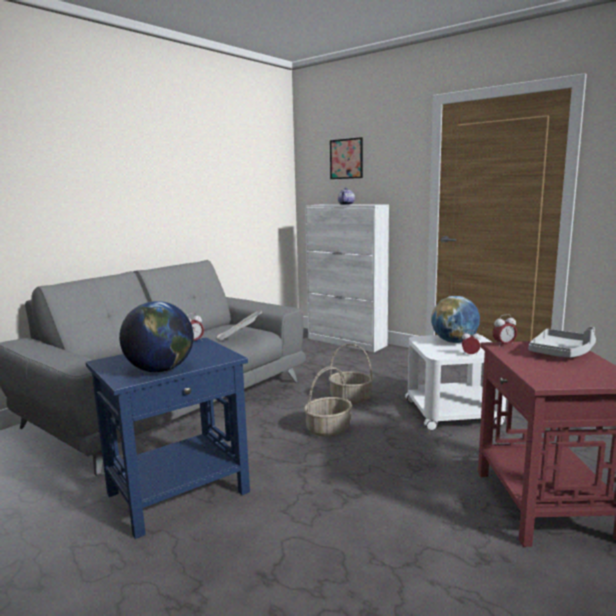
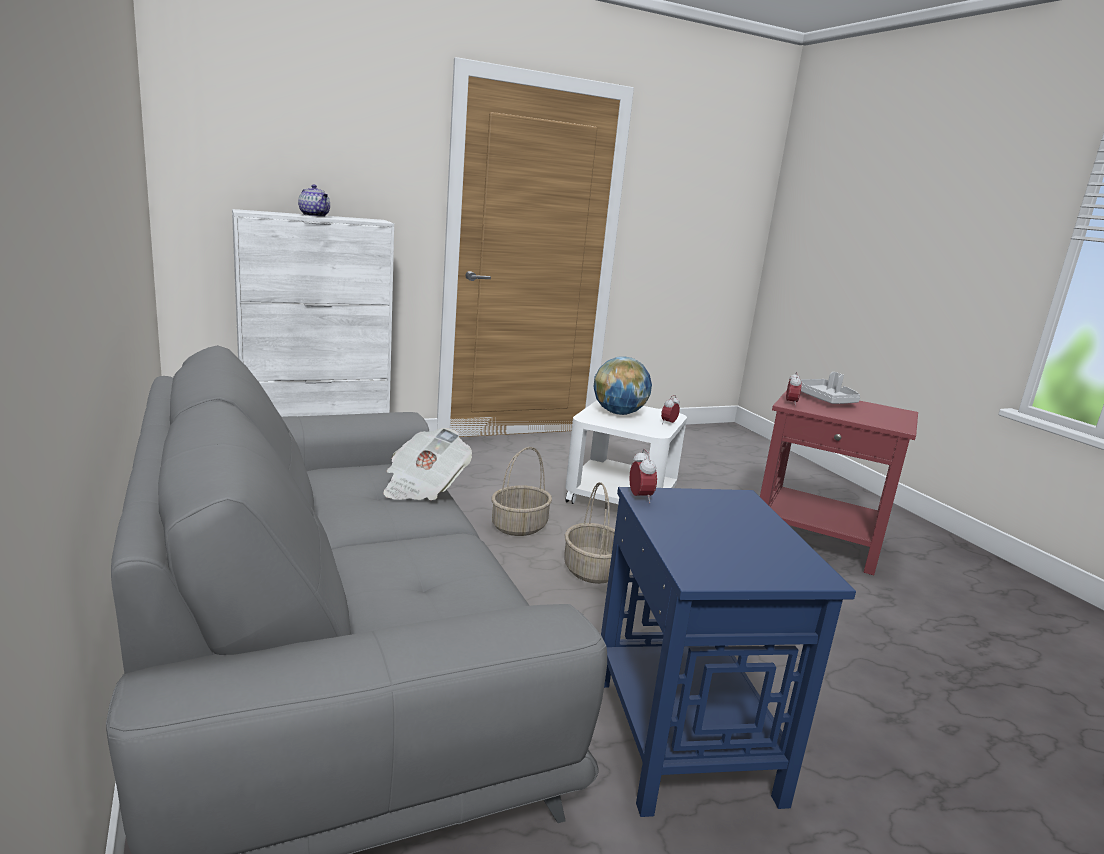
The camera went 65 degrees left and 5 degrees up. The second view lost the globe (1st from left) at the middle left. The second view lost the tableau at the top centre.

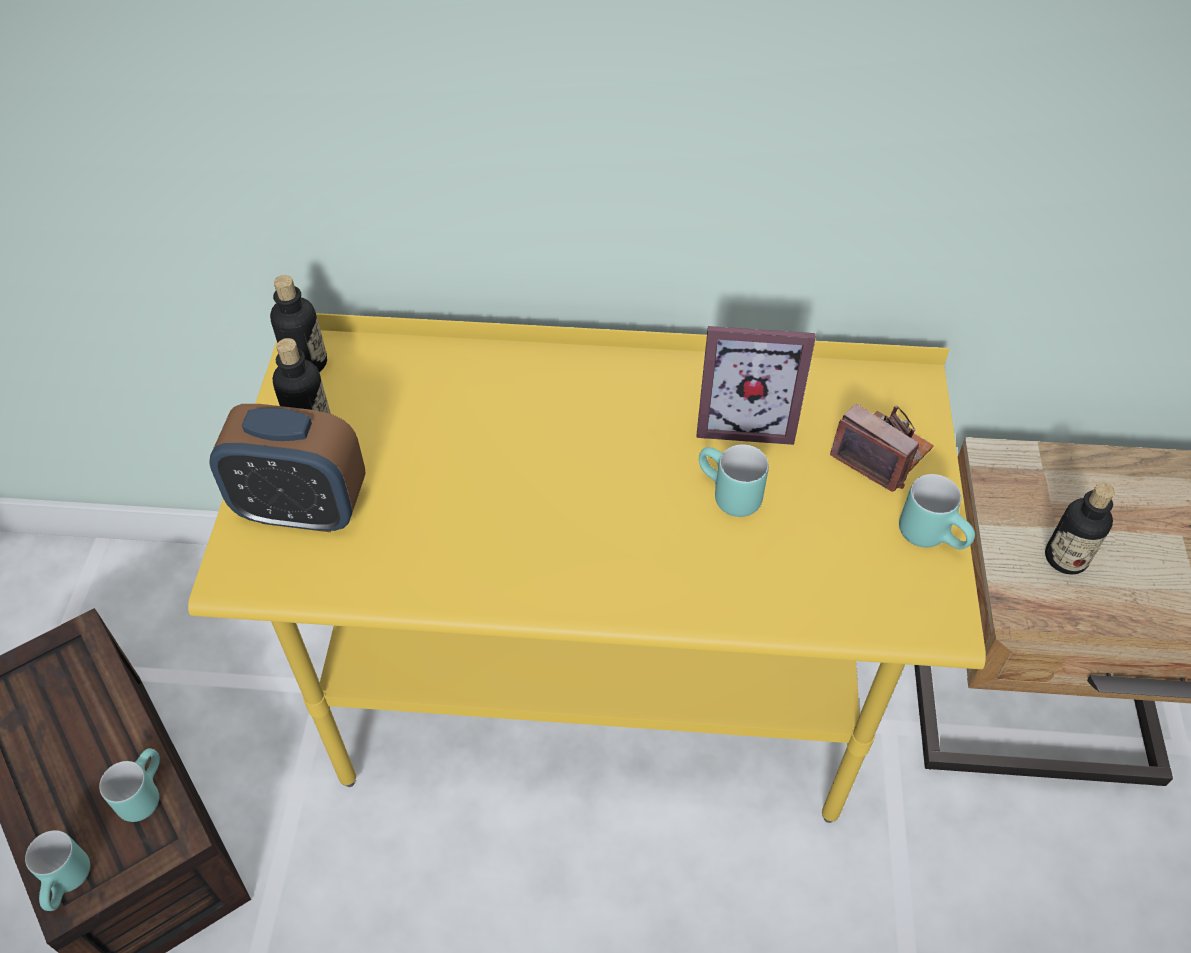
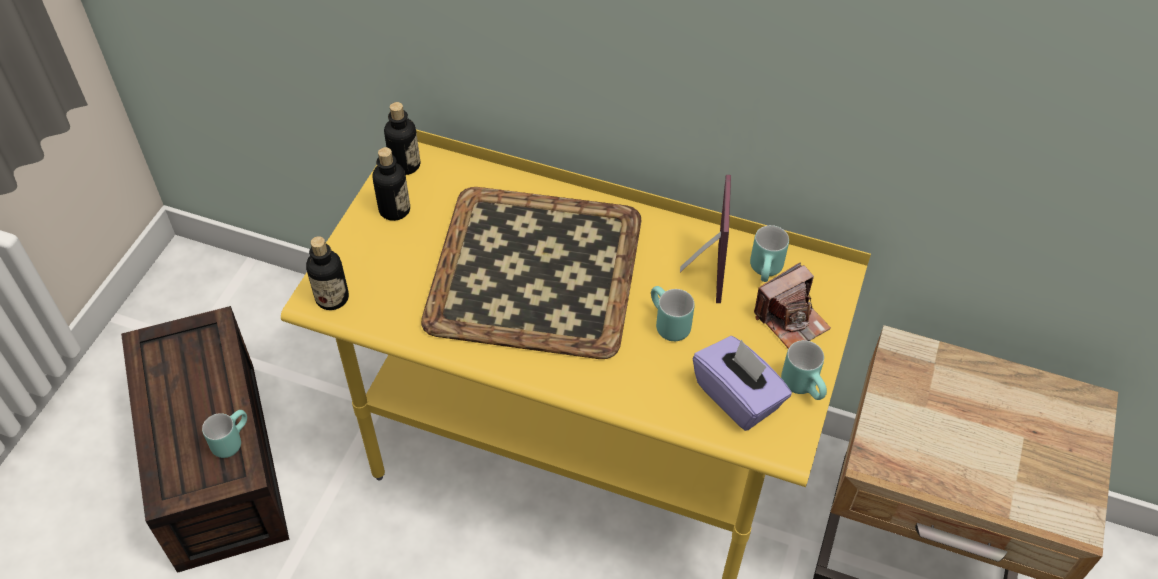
The camera went 15 degrees right and 0 degrees up. The second view lost the réveil at the middle left. The second view gained the plateau at the centre. The second view gained the boîte à mouchoirs/violet at the centre. The mug/turquoise (1st from left in the first image) ended up elsewhere, having gone from the bottom left to the centre. The bouteille (3rd from left in the first image) ended up elsewhere, having gone from the middle right to the middle left. The cadre photo at the centre ended up facing another way, 105 degrees counterclockwise from before. The appareil photo at the middle right ended up facing another way, 90 degrees clockwise from before.

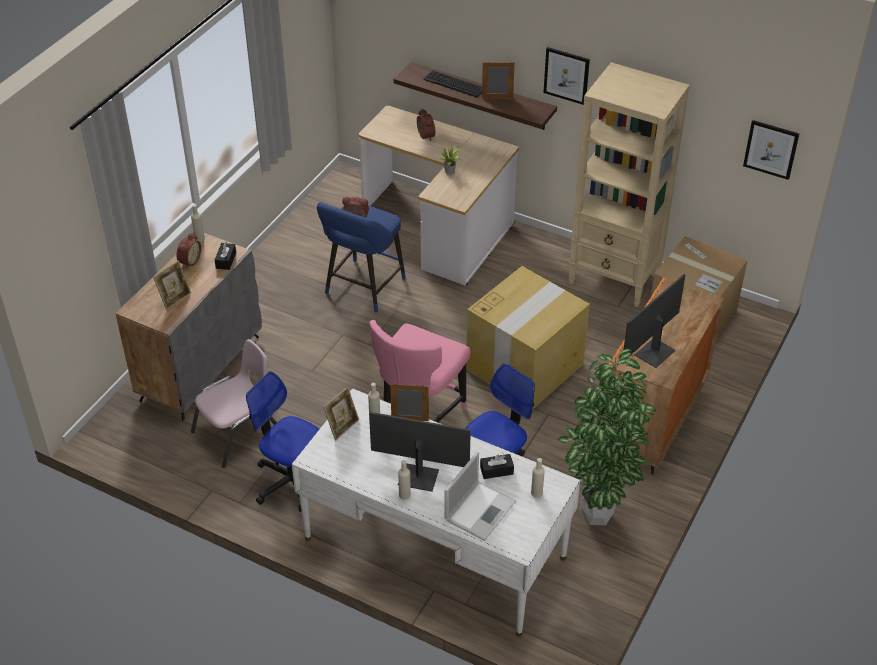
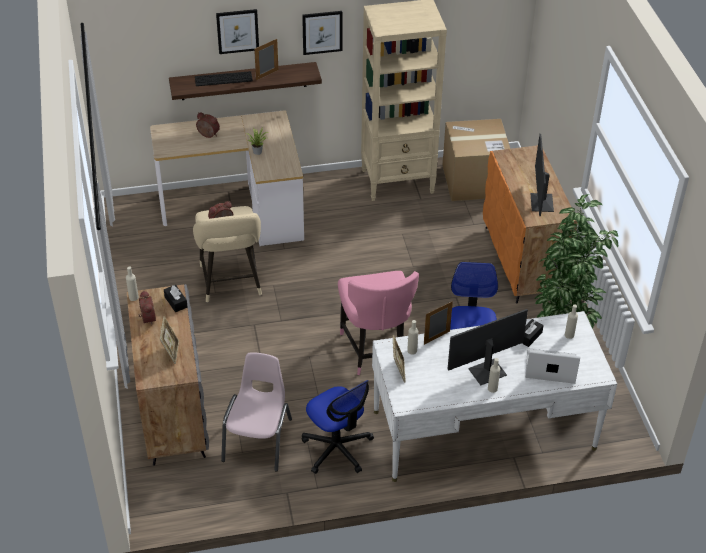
The camera went 40 degrees left and 0 degrees up. The second view lost the carton (1st from left) at the centre. The tableau (2nd from left in the first image) ended up elsewhere, having gone from the top right to the top centre. What was the tabouret/bleu at the centre turned into the tabouret/beige at the middle left. The chaise de bureau (1st from left) at the middle left ended up facing another way, 120 degrees counterclockwise from before. The ordinateur portable at the bottom centre ended up facing another way, 75 degrees counterclockwise from before.

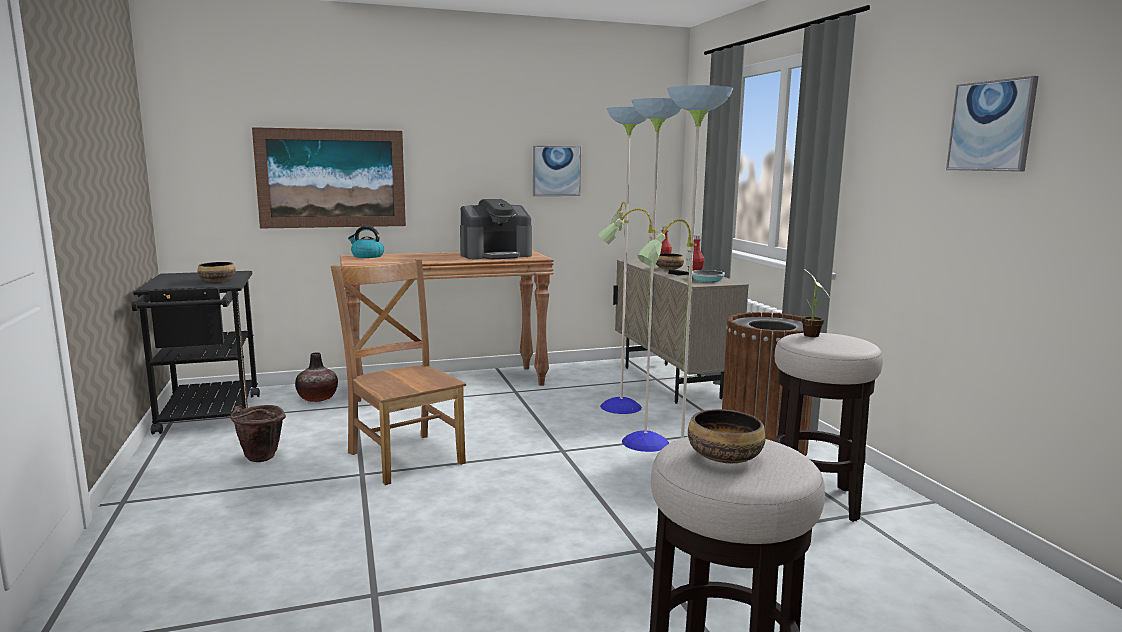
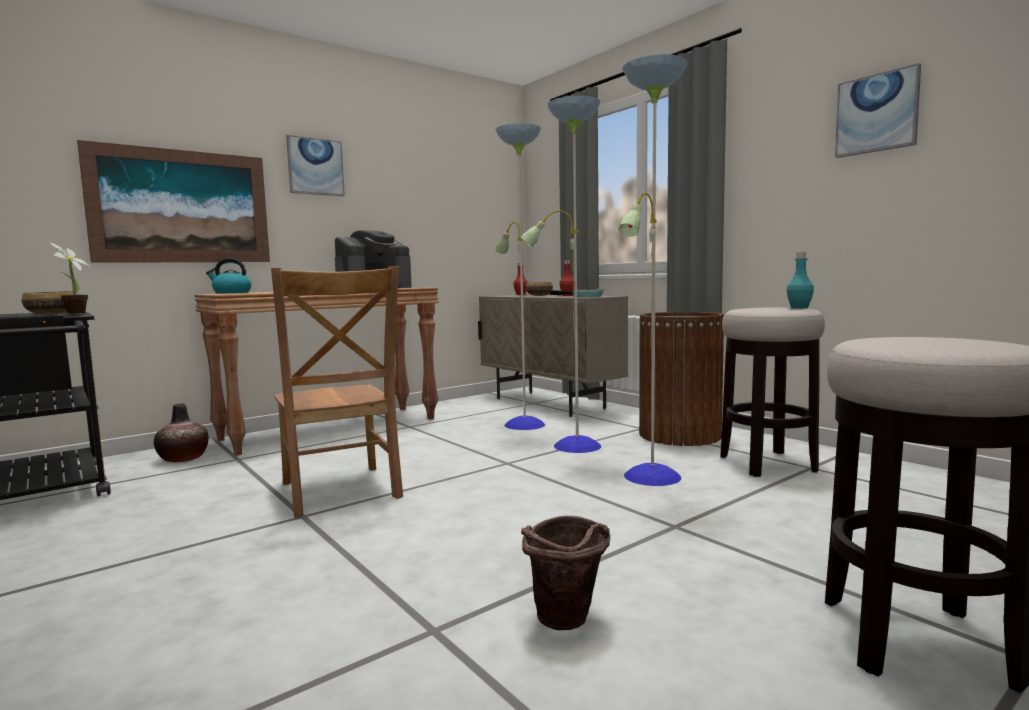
The camera went 20 degrees left and 5 degrees down. The second view lost the bol (3rd from left) at the bottom centre. The second view gained the bouteille/turquoise at the middle right. The seau/marron ended up elsewhere, having gone from the bottom left to the bottom centre. The tableau (2nd from left) ended up elsewhere, having gone from the top centre to the top left. The plante en pot ended up elsewhere, having gone from the middle right to the middle left. The chaise/marron at the centre ended up facing another way, 150 degrees counterclockwise from before.

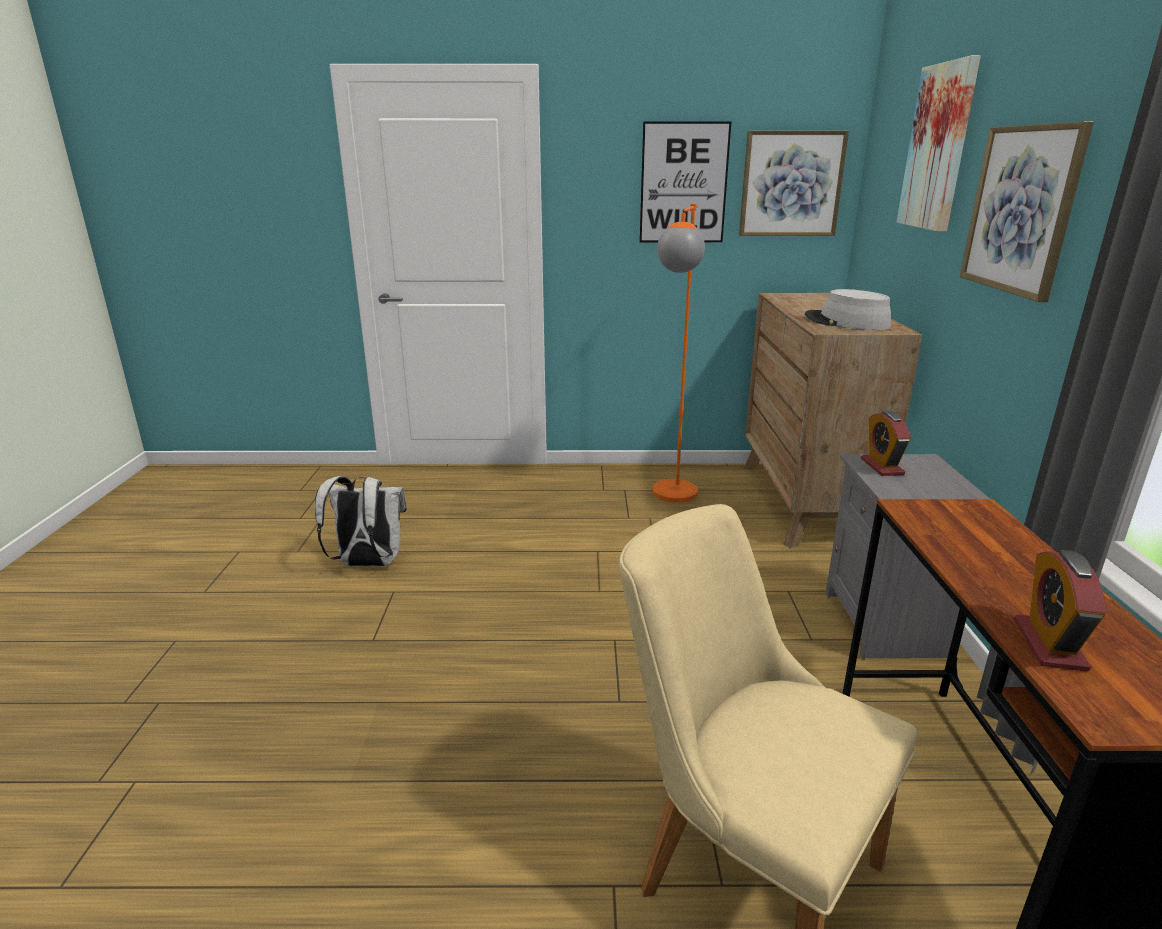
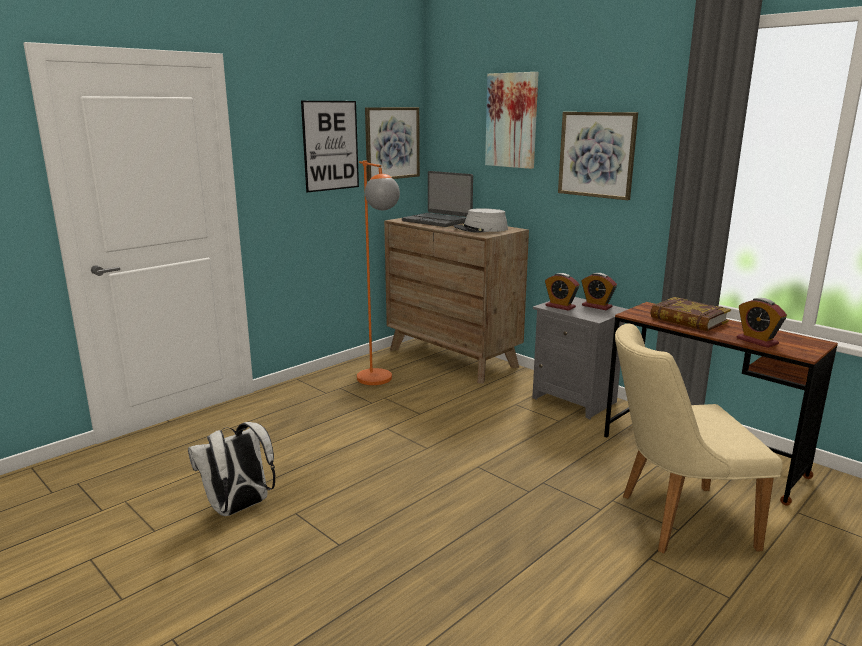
The camera went 45 degrees left and 5 degrees down. The second view gained the ordinateur portable at the top centre. The second view gained the réveil (2nd from left) at the middle right. The second view gained the livre at the middle right.

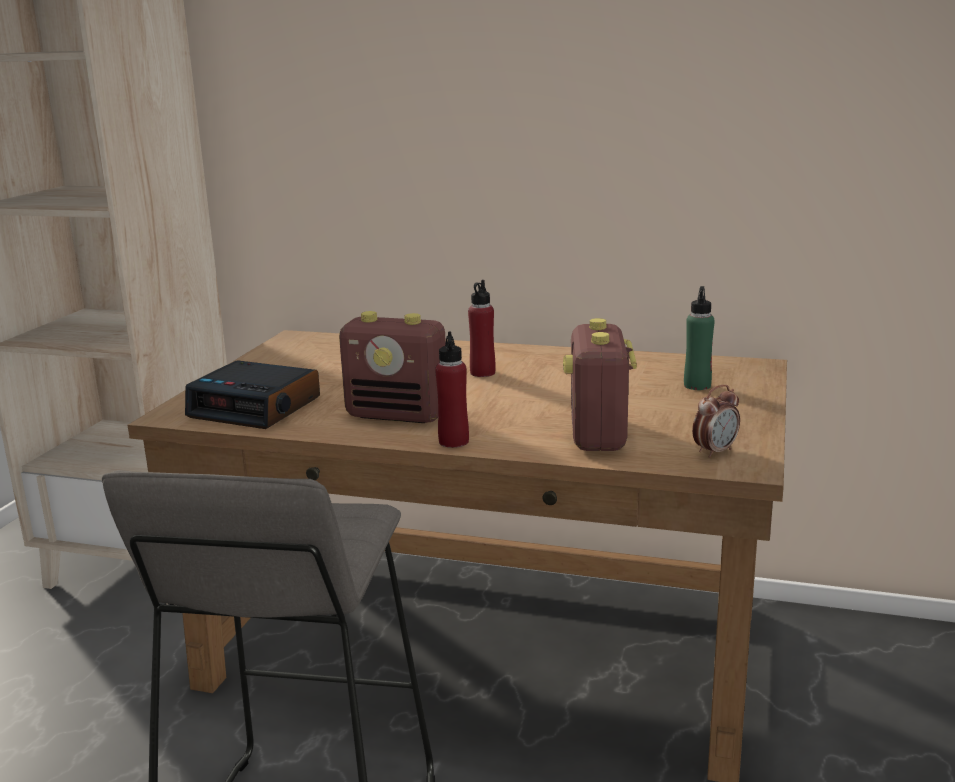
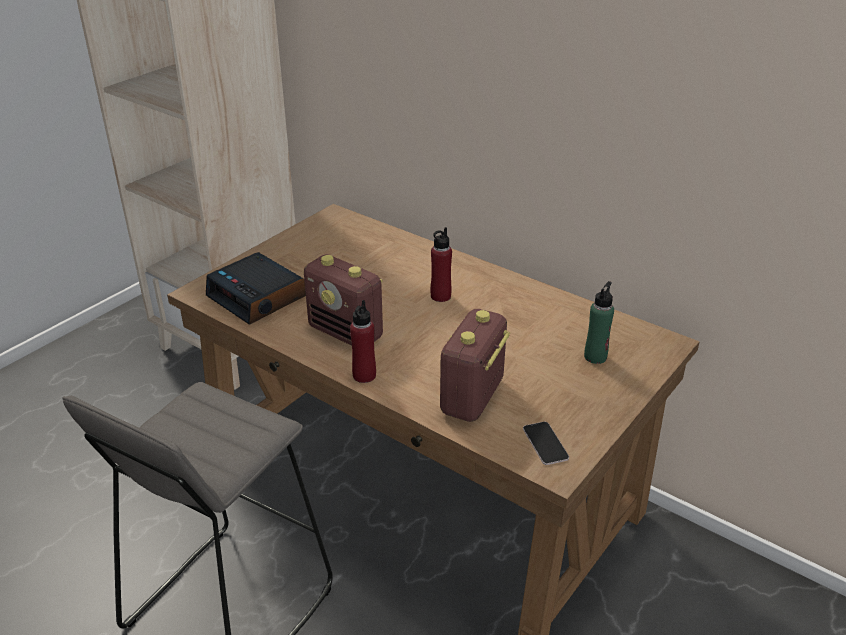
The camera went 20 degrees right and 15 degrees up. Where the réveil (2nd from left) stood at the middle right, the téléphone came to stand at the bottom centre.

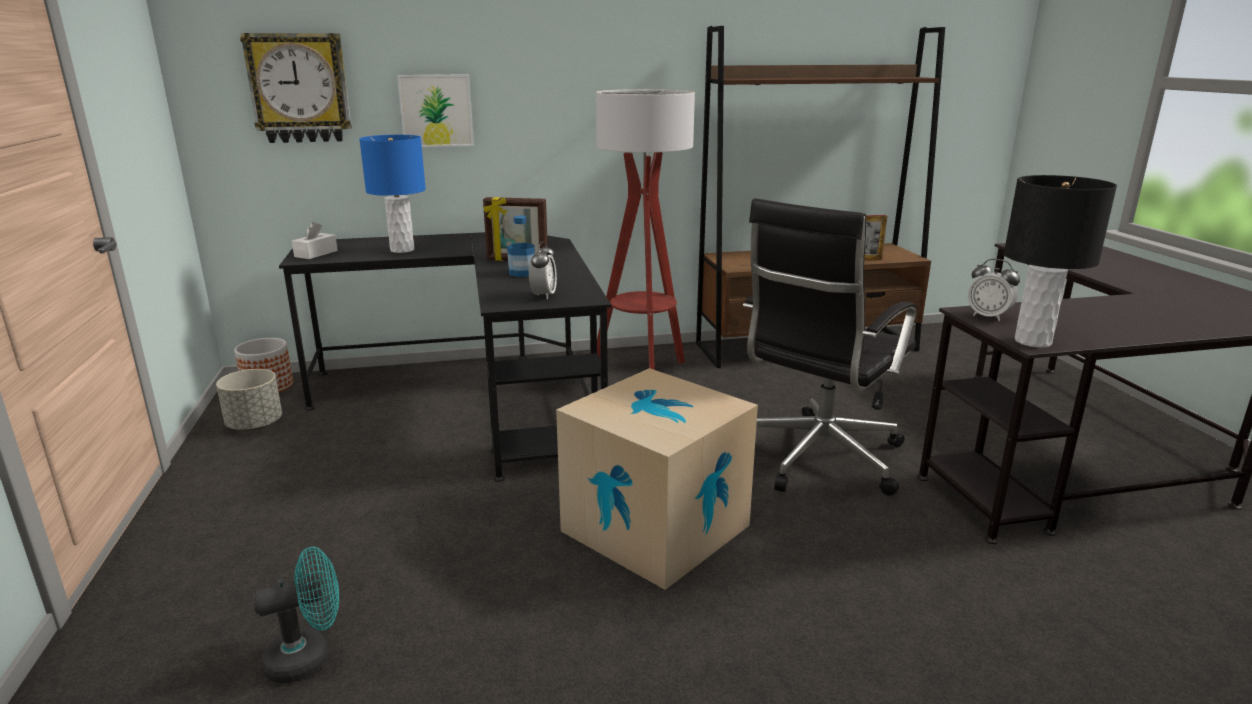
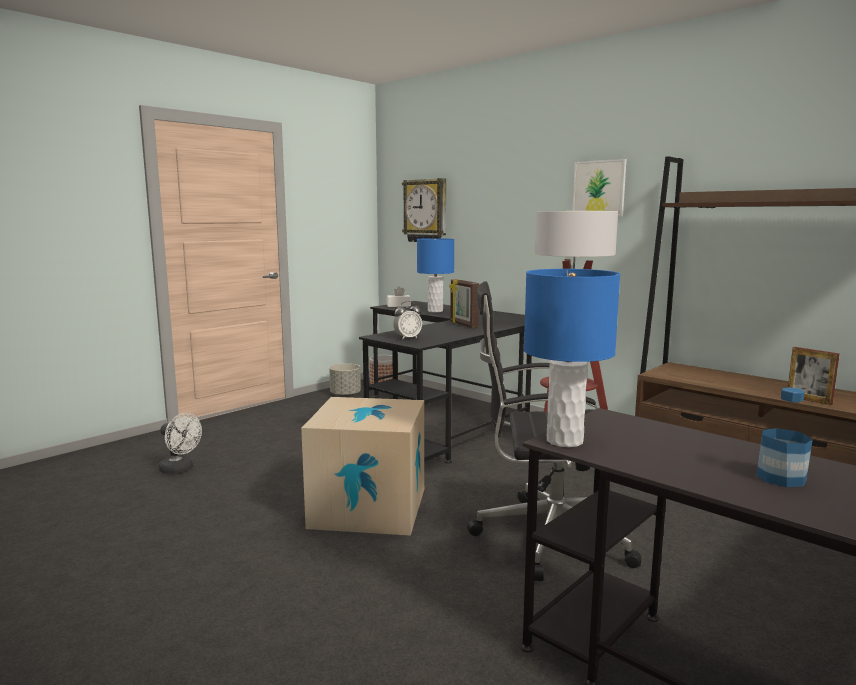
The camera went 55 degrees right and 10 degrees down. The second view lost the réveil (2nd from left) at the middle right. The tableau ended up elsewhere, having gone from the top centre to the top right. The bouteille ended up elsewhere, having gone from the centre to the middle right. What was the ventilateur/turquoise at the bottom left turned into the ventilateur/blanc at the middle left. What was the lampe de table/noir at the middle right turned into the lampe de table/bleu (2nd from left) at the middle right.

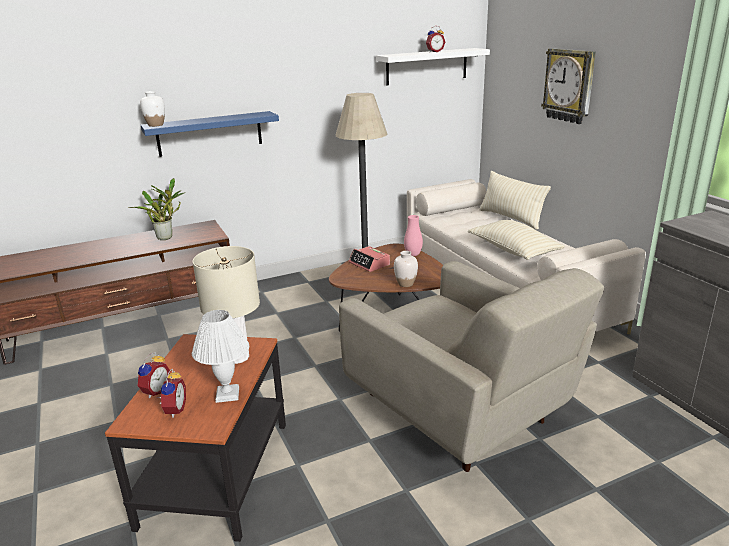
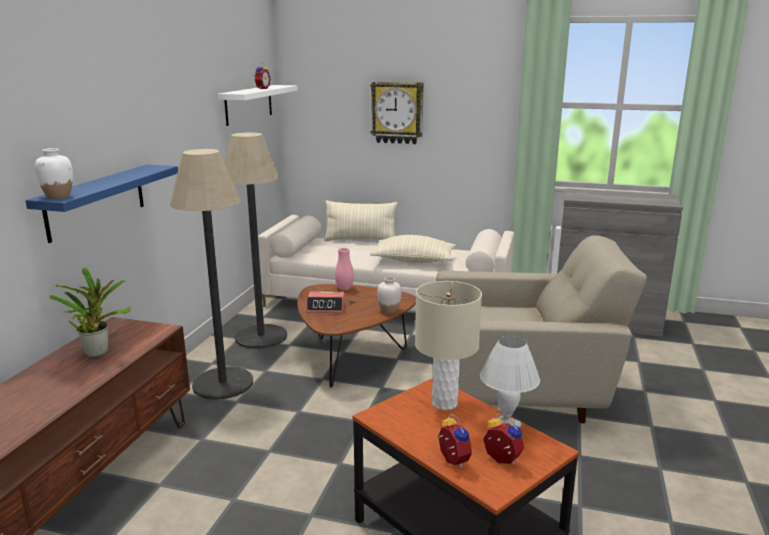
The camera went 50 degrees left and 5 degrees down. The second view gained the lampadaire (1st from left) at the middle left.

